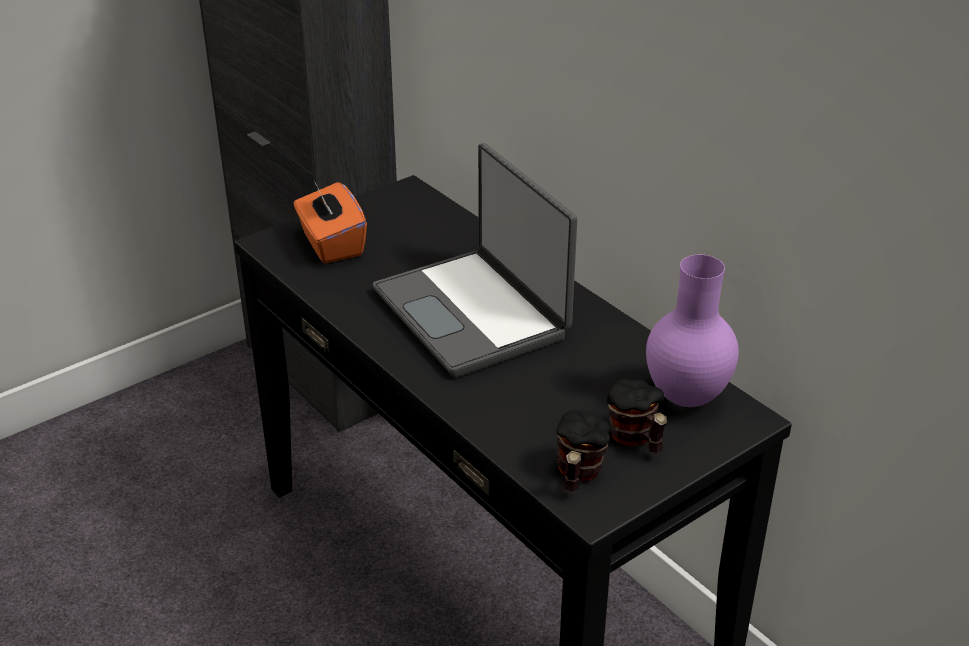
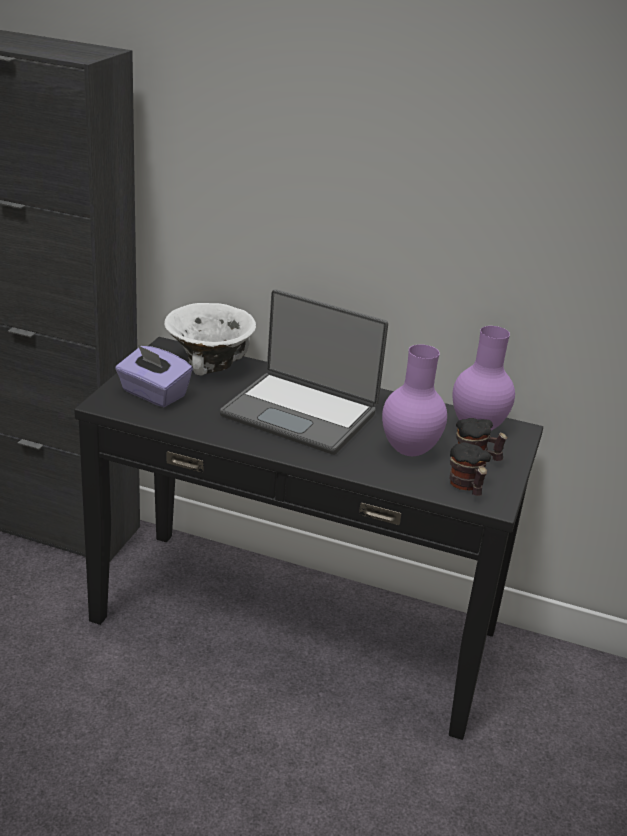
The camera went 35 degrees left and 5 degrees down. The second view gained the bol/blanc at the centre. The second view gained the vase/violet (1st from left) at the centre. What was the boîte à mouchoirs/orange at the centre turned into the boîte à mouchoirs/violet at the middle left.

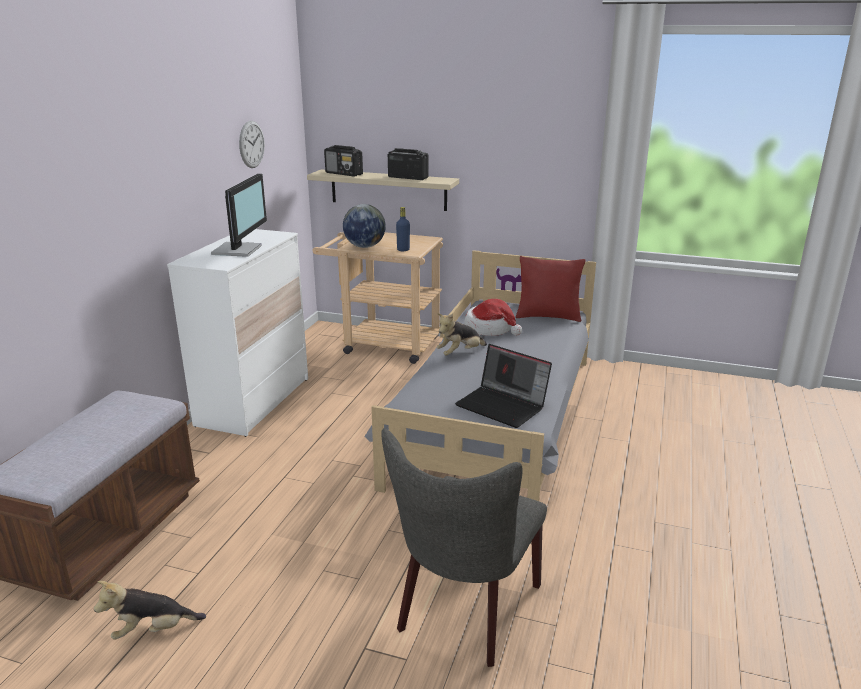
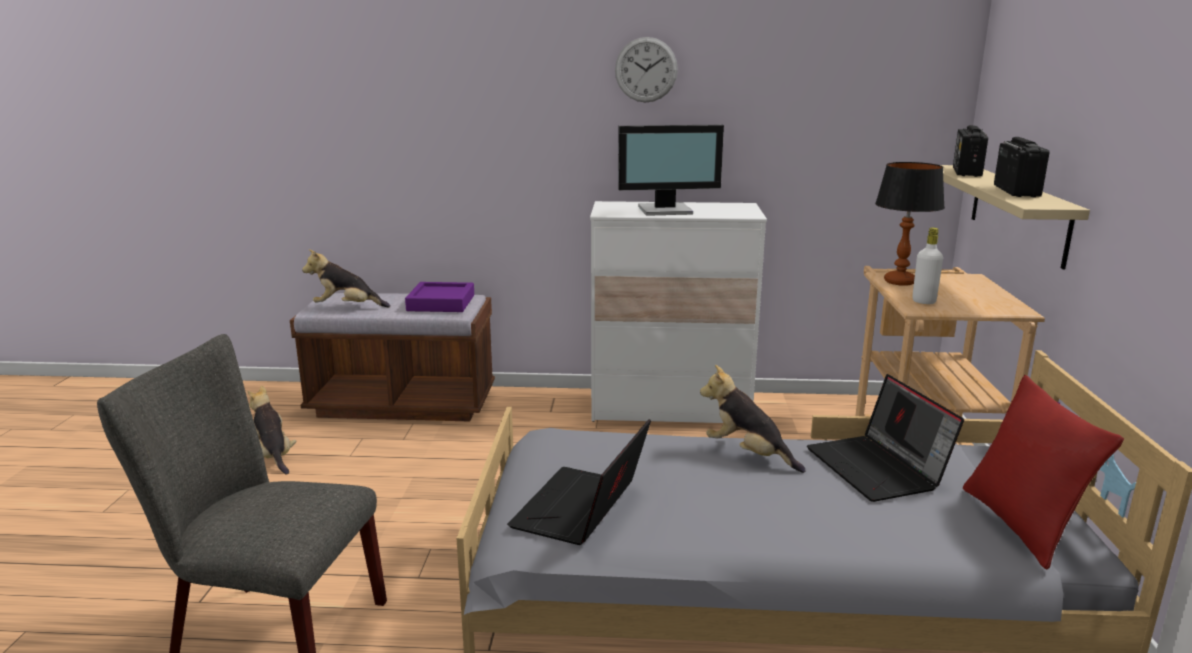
The camera went 75 degrees right and 5 degrees down. The second view gained the peluche (2nd from left) at the middle left. The second view gained the plateau/violet at the centre. The horloge murale ended up elsewhere, having gone from the top left to the top centre. Where the globe stood at the top centre, the lampe de table came to stand at the middle right. Where the chapeau stood at the centre, the ordinateur portable (2nd from left) came to stand at the bottom right. What was the bouteille/bleu at the top centre turned into the bouteille/blanc at the middle right.

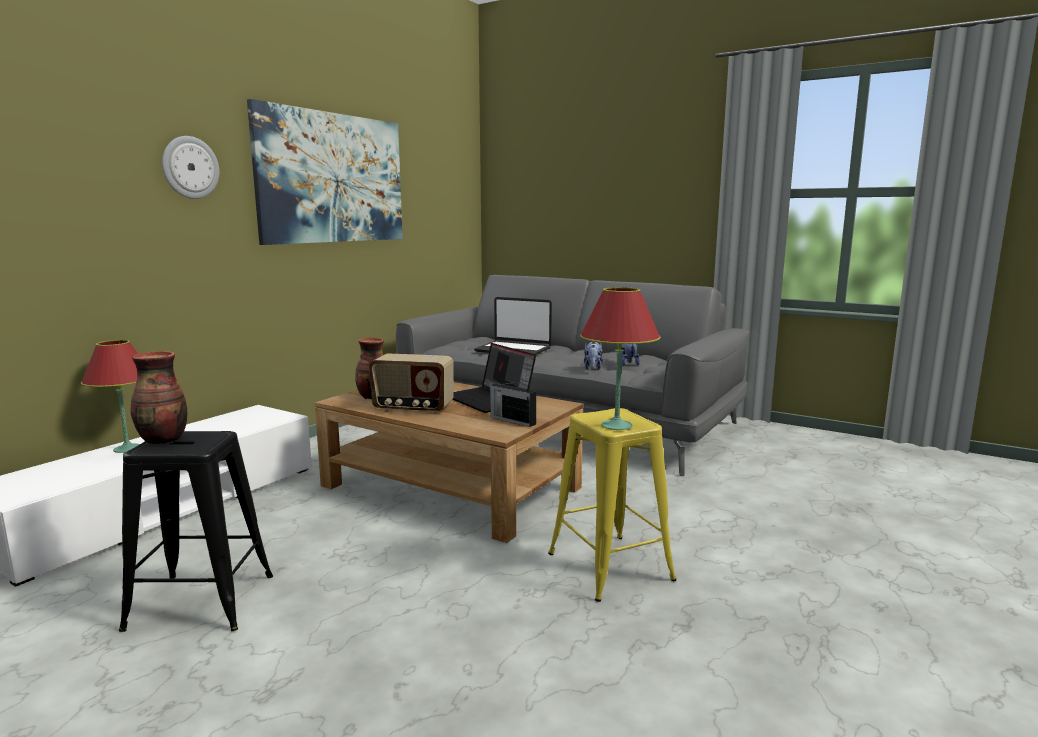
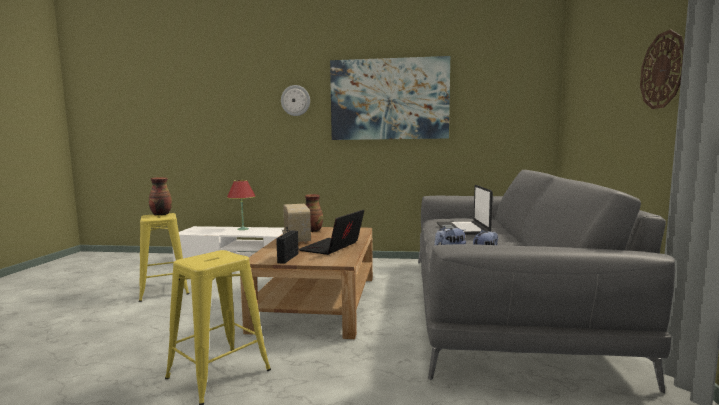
The camera went 65 degrees right and 5 degrees down. The second view lost the lampe de table/rouge (2nd from left) at the centre. The second view gained the horloge murale (2nd from left) at the top right. What was the tabouret/noir at the bottom left turned into the tabouret/jaune (1st from left) at the middle left.

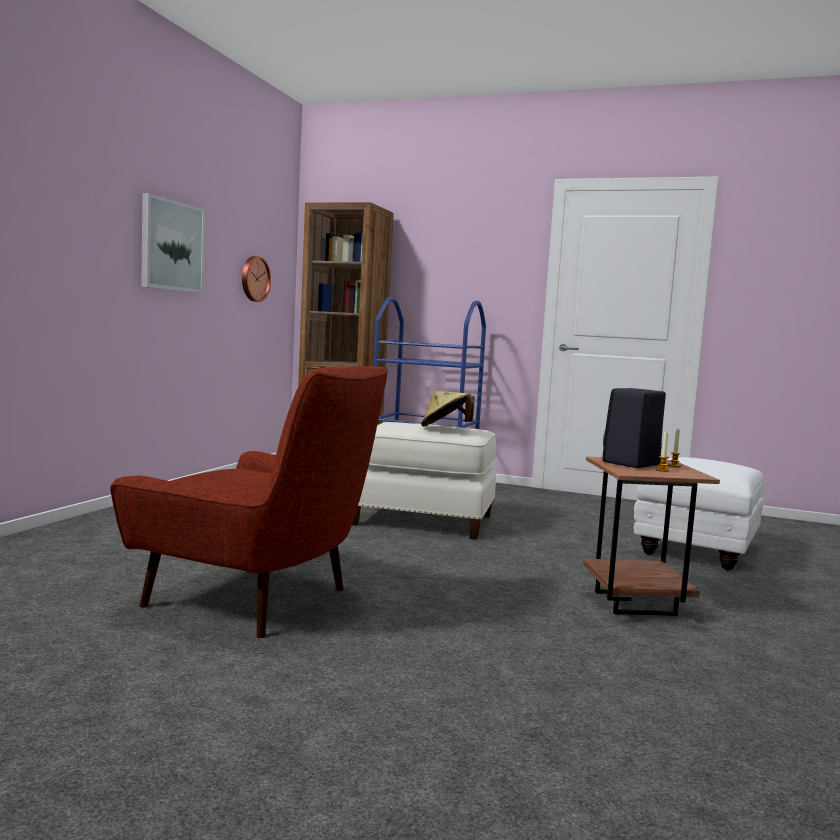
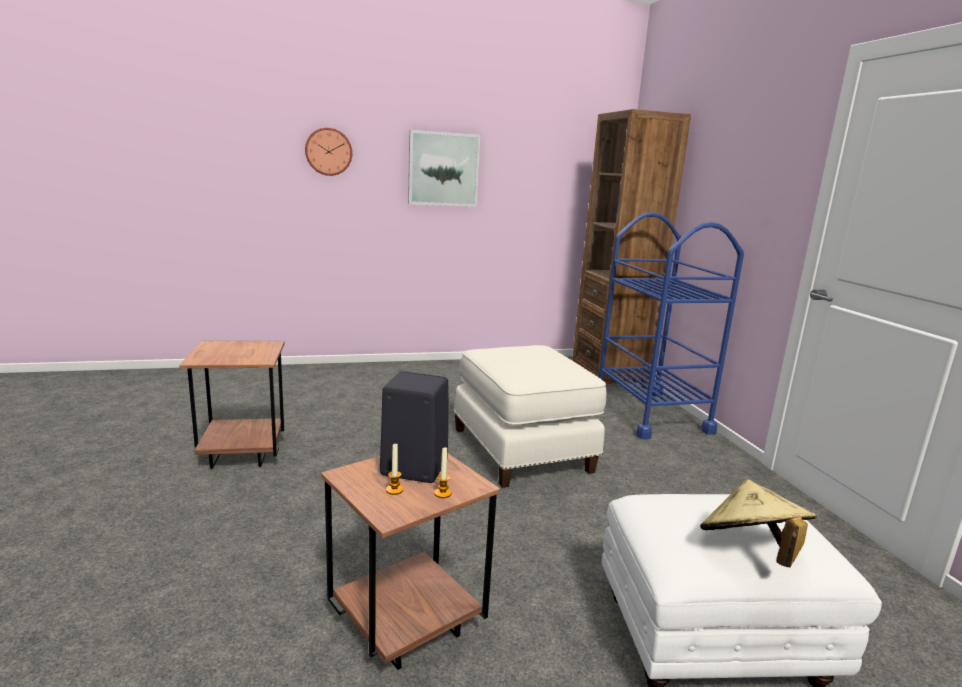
The camera went 55 degrees right and 10 degrees up. The horloge murale ended up elsewhere, having gone from the top left to the top centre. The chapeau/beige ended up elsewhere, having gone from the centre to the bottom right. Where the fauteuil/rouge stood at the middle left, the table d'appoint/marron (1st from left) came to stand at the middle left.

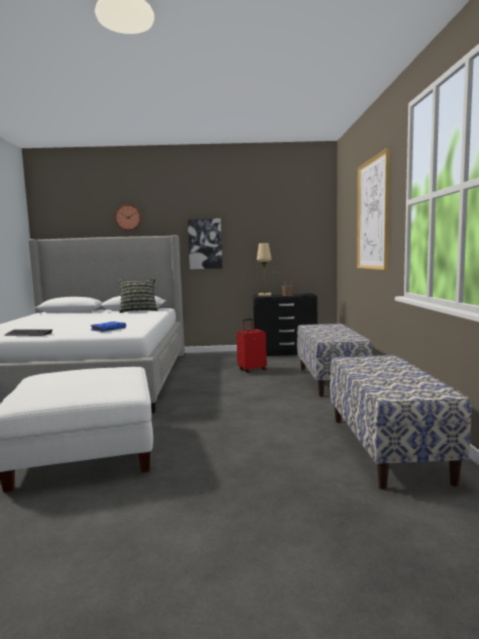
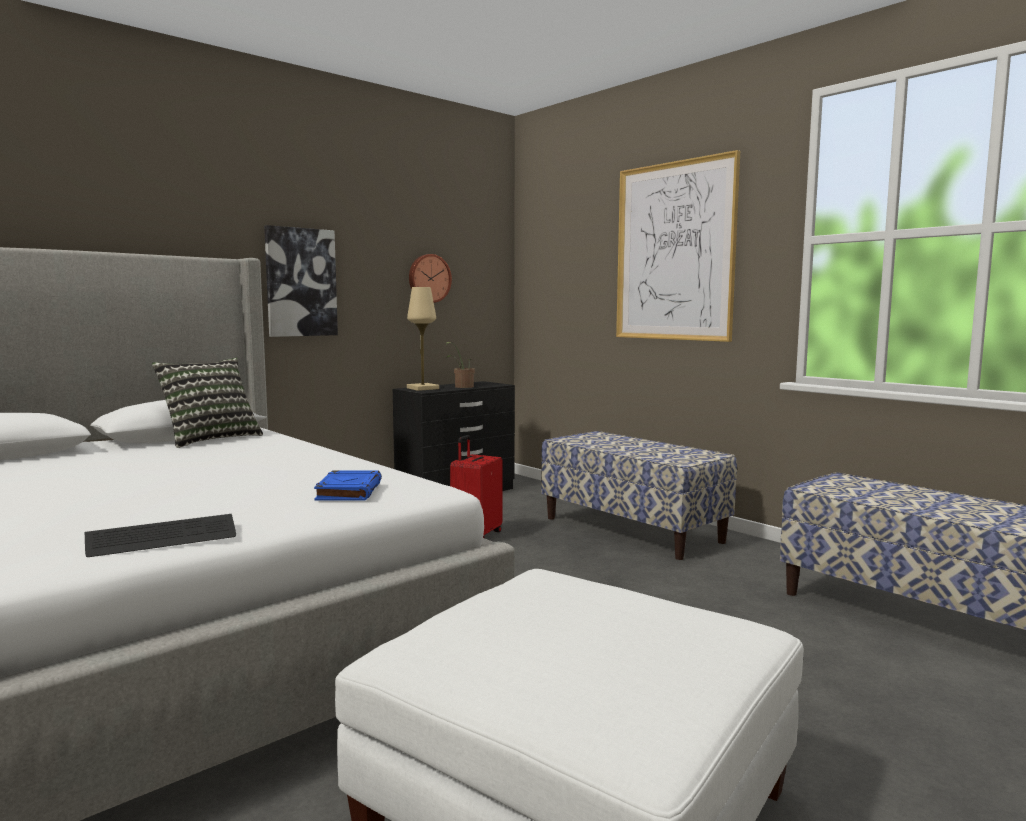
The camera went 40 degrees left and 0 degrees up. The horloge murale ended up elsewhere, having gone from the middle left to the centre.

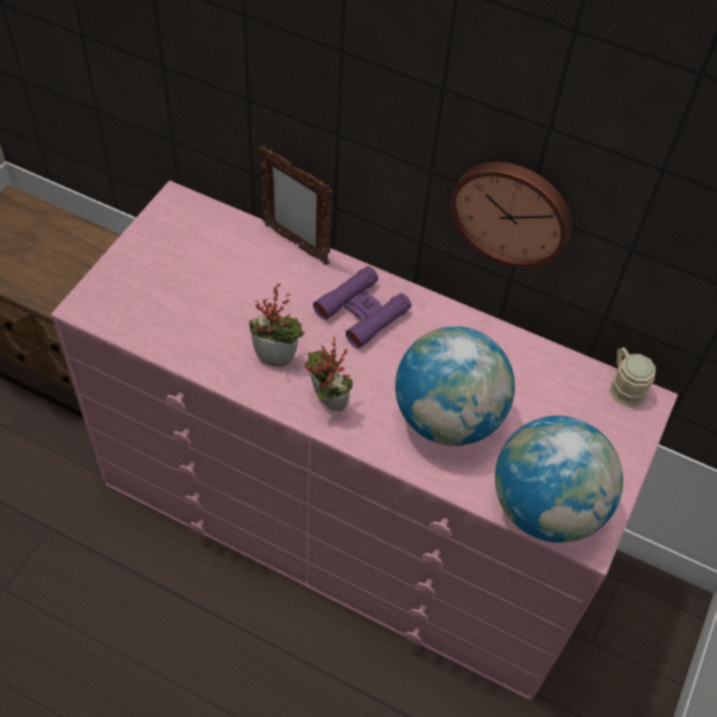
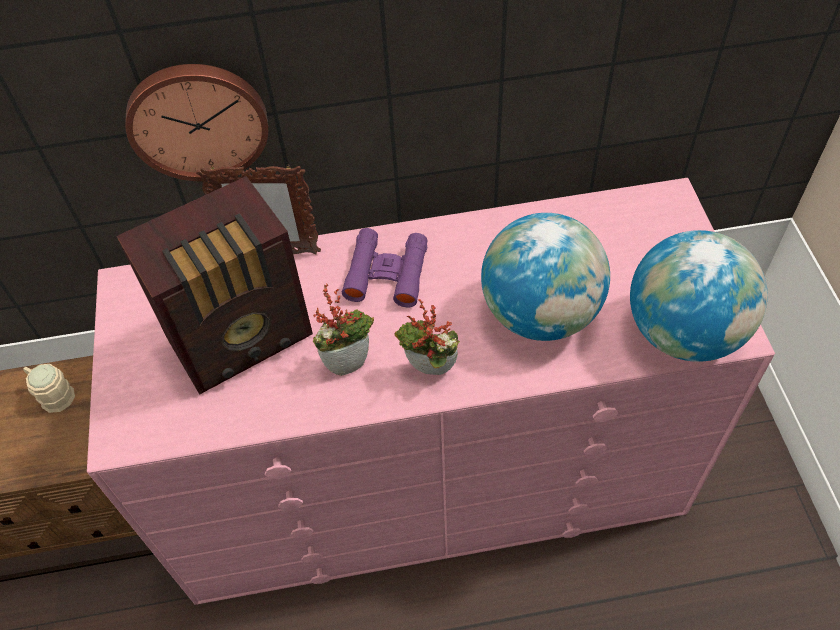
The camera went 30 degrees left and 0 degrees up. The second view gained the radio at the middle left. The horloge murale ended up elsewhere, having gone from the top right to the top left. The mug/beige ended up elsewhere, having gone from the middle right to the middle left.

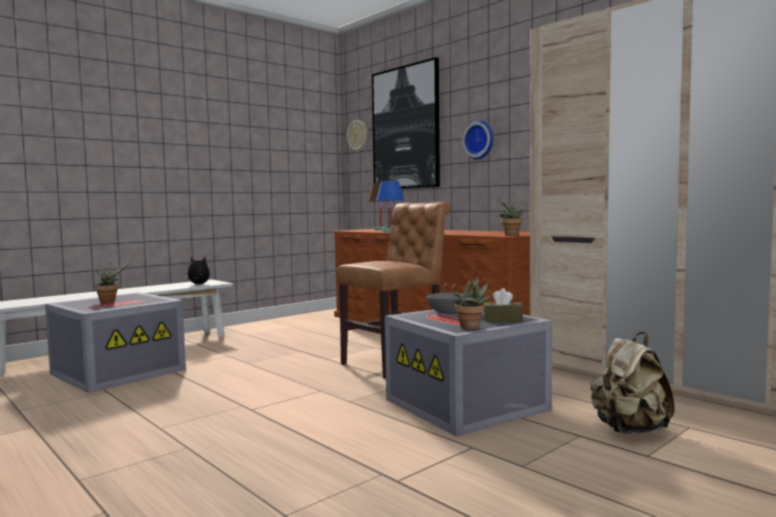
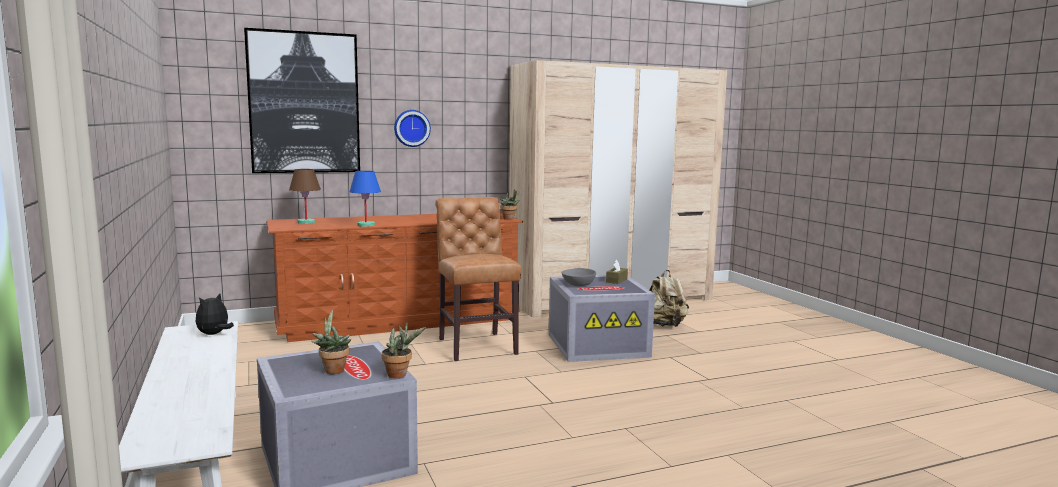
The camera went 70 degrees left and 5 degrees up. The second view lost the horloge murale (1st from left) at the top centre. The plante en pot (2nd from left) ended up elsewhere, having gone from the centre to the bottom centre.

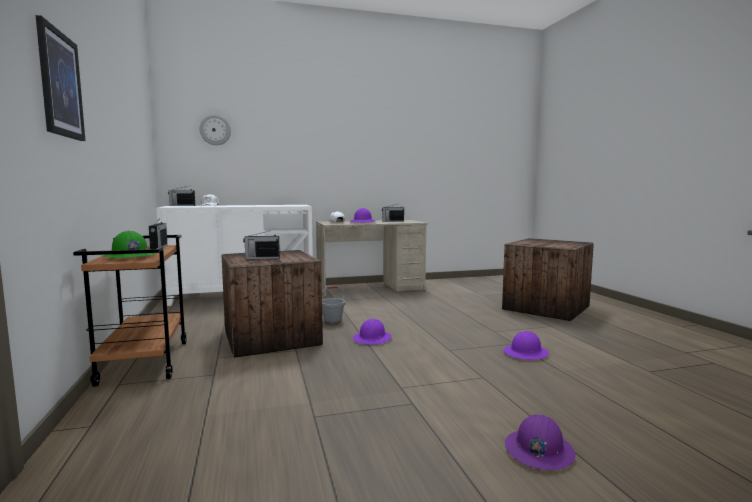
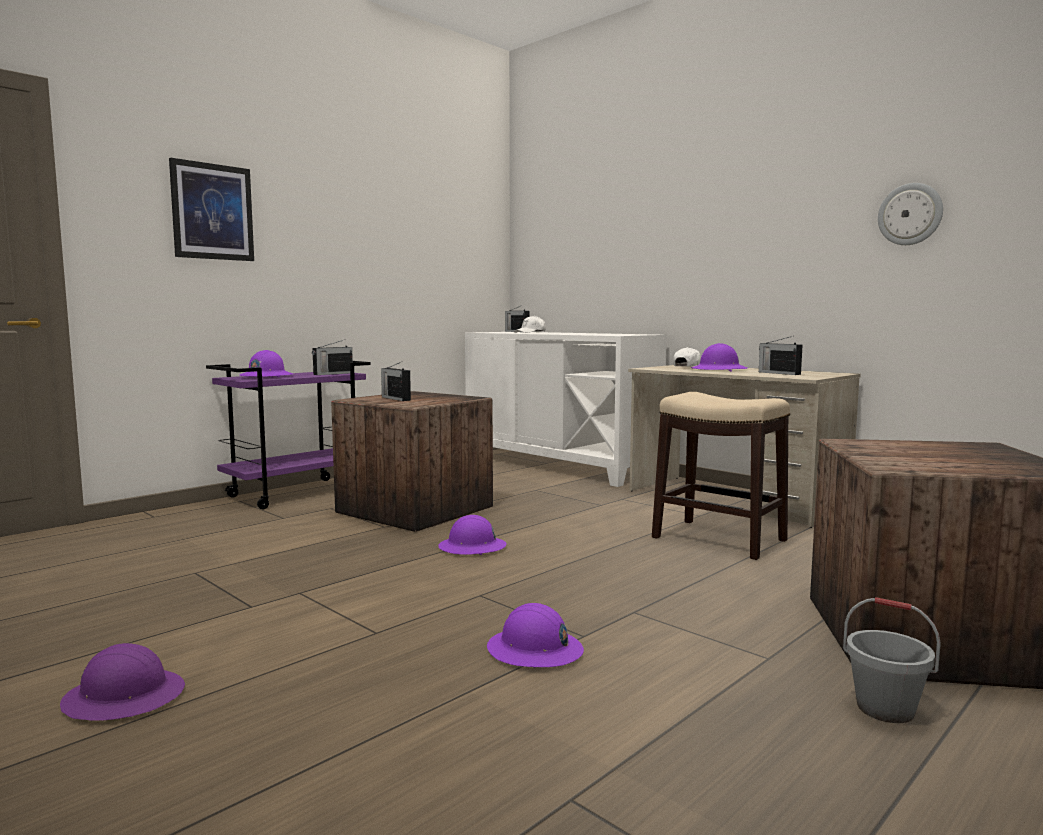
The camera went 60 degrees right and 0 degrees up. The second view gained the tabouret at the middle right. The horloge murale ended up elsewhere, having gone from the top left to the top right. The seau/gris ended up elsewhere, having gone from the centre to the bottom right. What was the chariot/marron at the middle left turned into the chariot/violet at the middle left. What was the casque de chantier/vert at the middle left turned into the casque de chantier/violet (2nd from left) at the middle left.

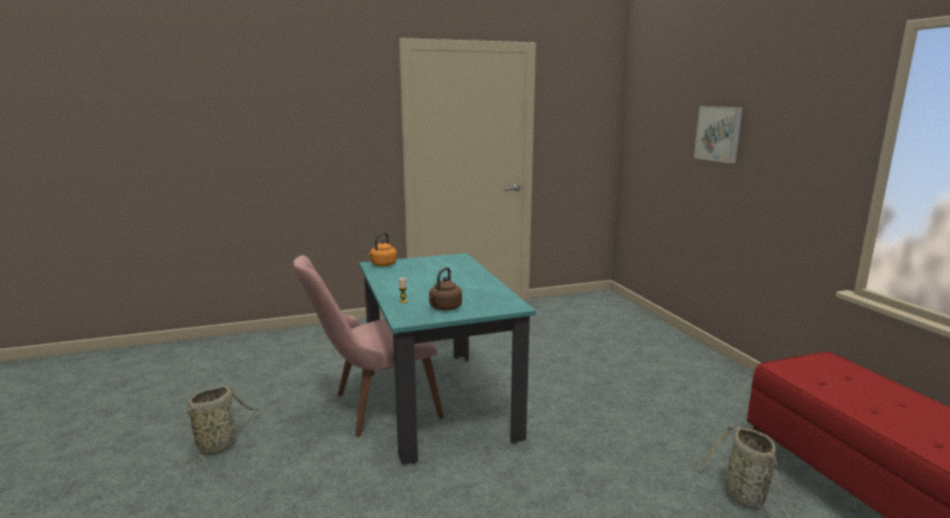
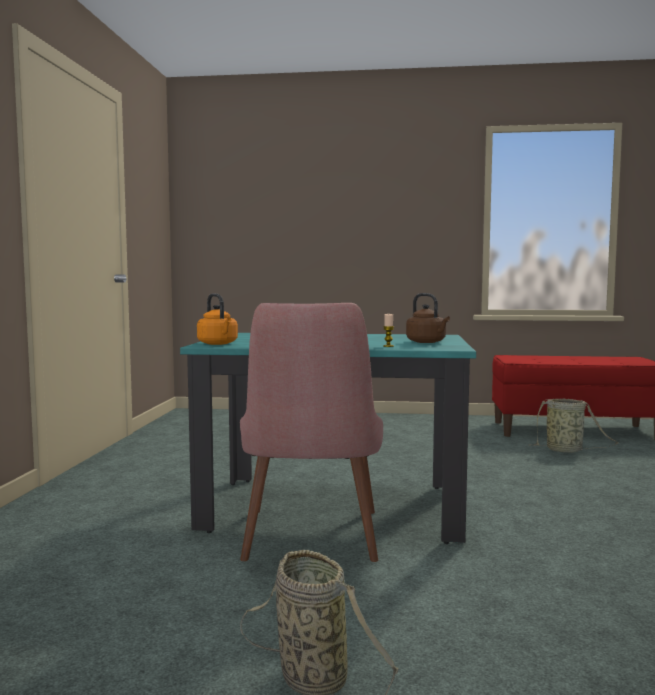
The camera went 65 degrees left and 10 degrees down. The second view lost the tableau at the top right.

